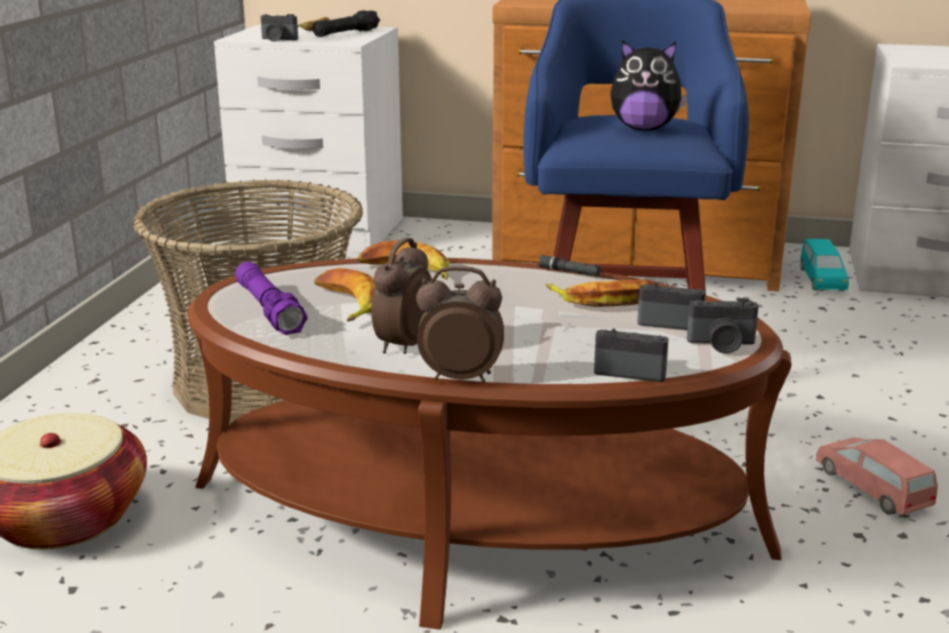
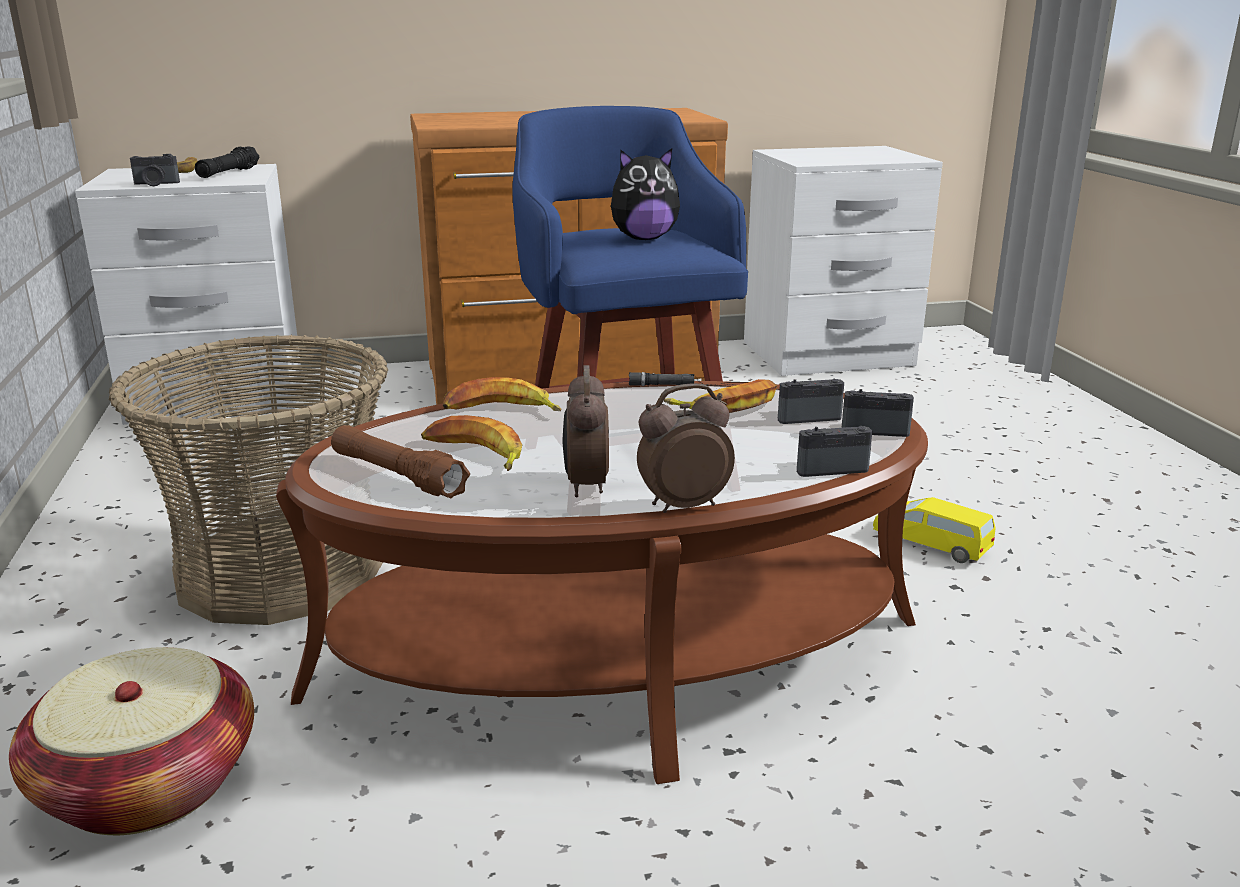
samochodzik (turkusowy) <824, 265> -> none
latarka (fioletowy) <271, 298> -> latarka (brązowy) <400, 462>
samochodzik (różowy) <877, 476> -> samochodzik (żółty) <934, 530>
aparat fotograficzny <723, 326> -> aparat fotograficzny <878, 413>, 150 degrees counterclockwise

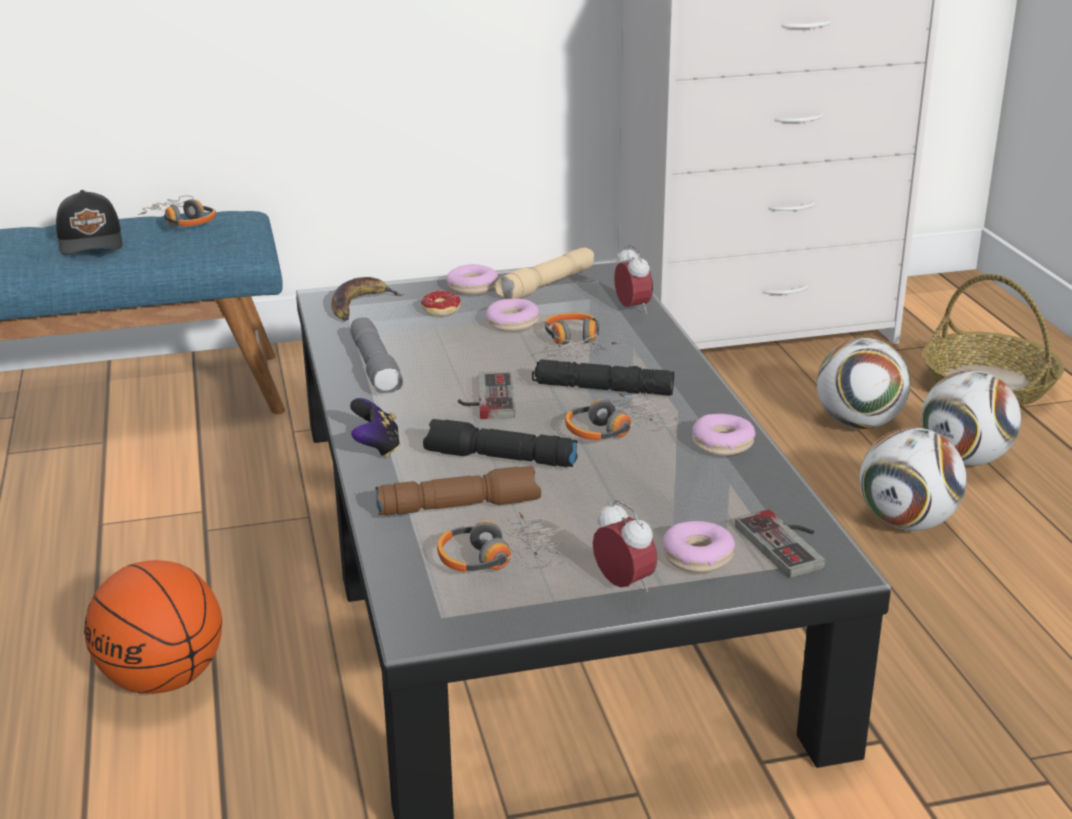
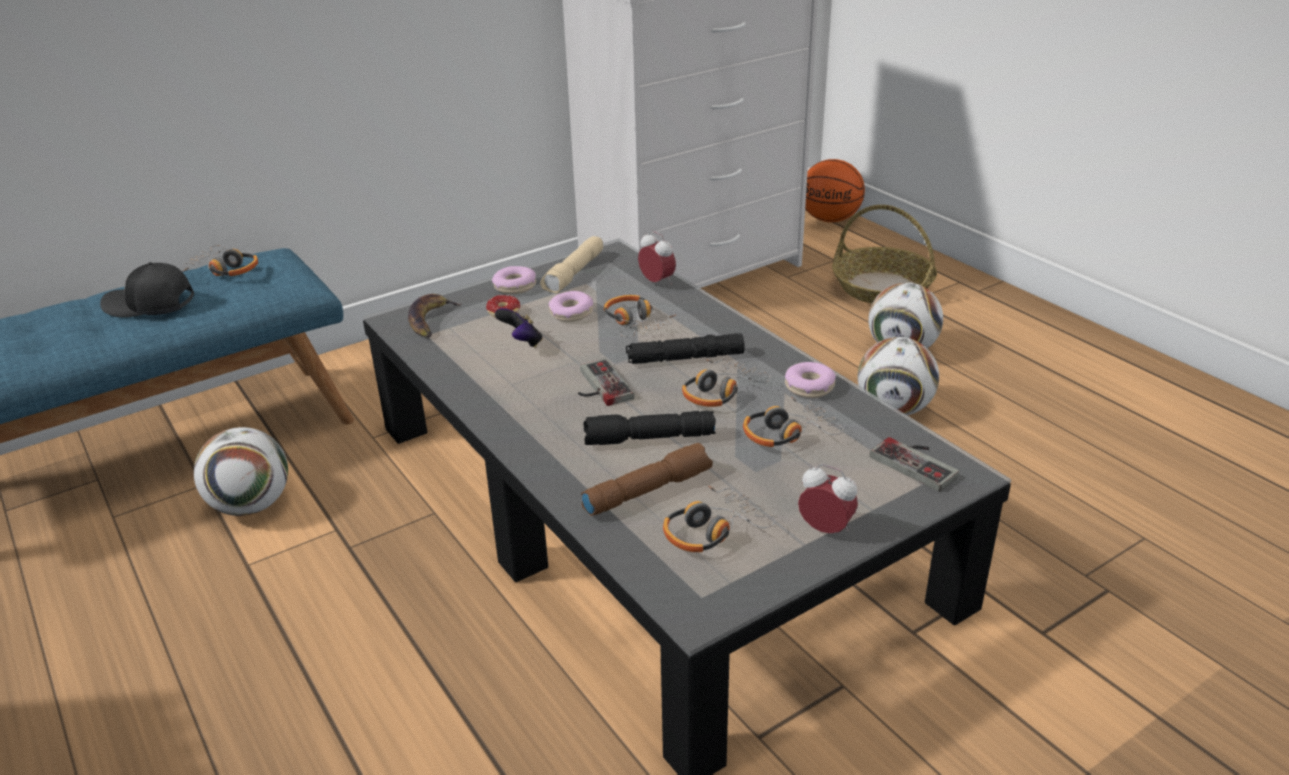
latarka (szary) <376, 355> -> none
donut <699, 547> -> none
none -> słuchawki <793, 422>
piłka do koszykówki <153, 627> -> piłka do koszykówki <835, 190>, moved
pad do gier <375, 428> -> pad do gier <519, 328>, moved
piłka futbolowa <863, 383> -> piłka futbolowa <241, 471>, moved
czapka z daszkiem (czarny) <89, 222> -> czapka z daszkiem (czarny) <147, 290>, 135 degrees clockwise

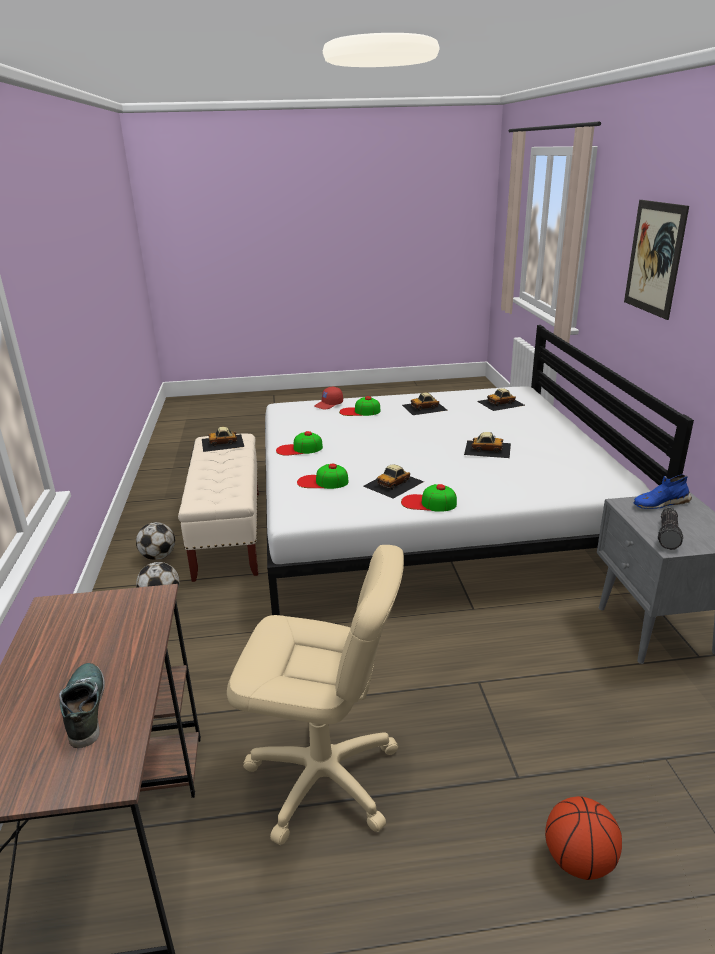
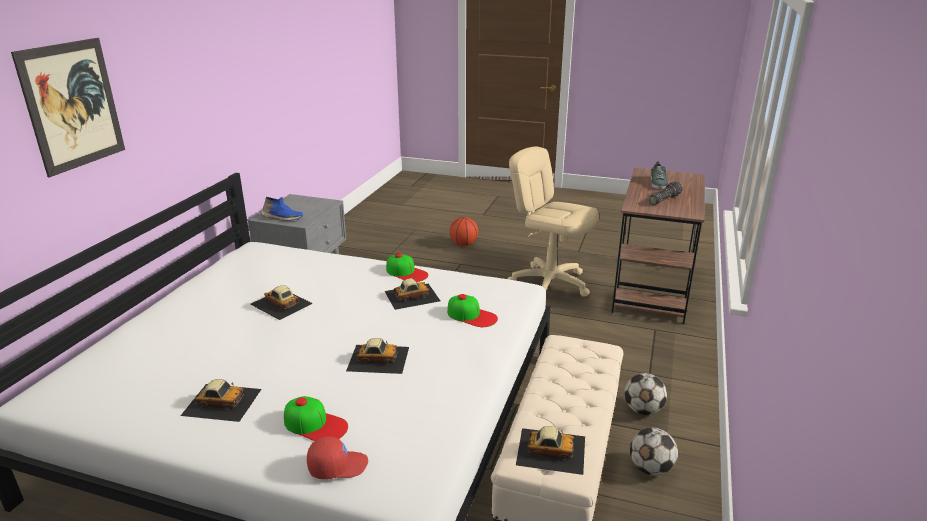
czapka z daszkiem <299, 443> -> none
samochodzik <501, 399> -> samochodzik <377, 356>, moved
latarka <670, 529> -> latarka <665, 193>, moved

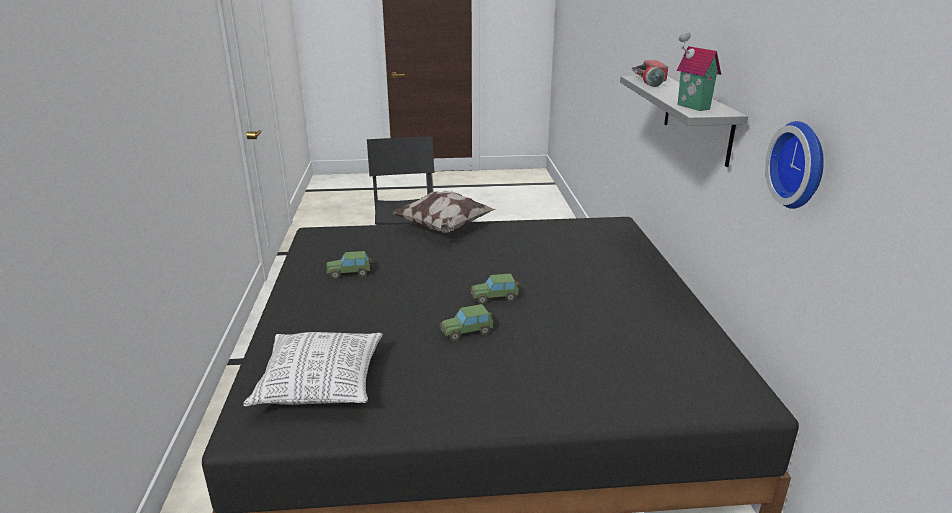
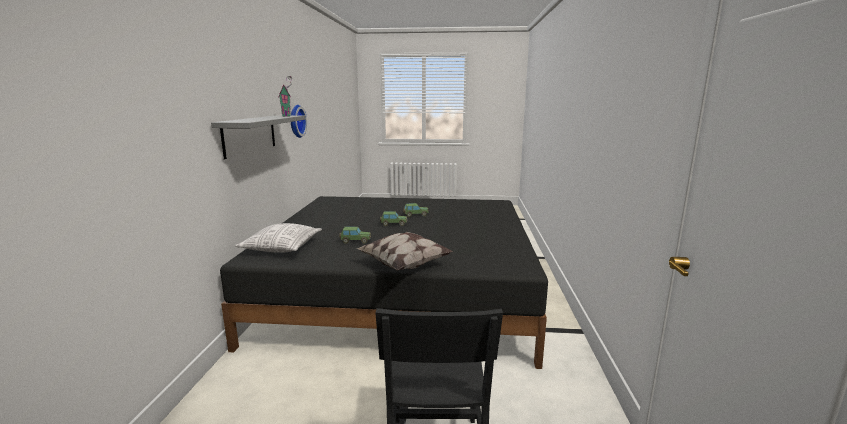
latarka <650, 73> -> none
poduszka <313, 369> -> poduszka <278, 238>, moved
samochodzik <349, 265> -> samochodzik <355, 235>, moved

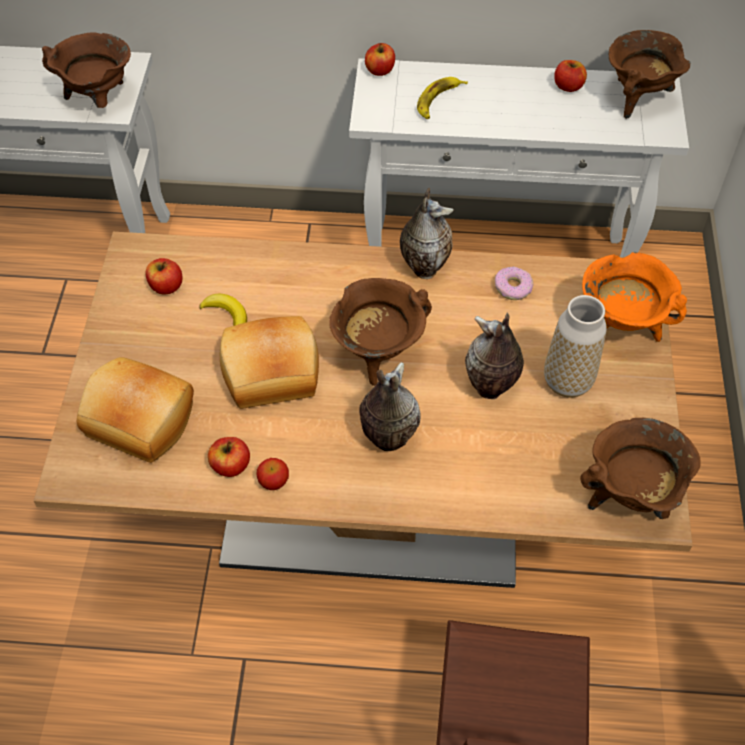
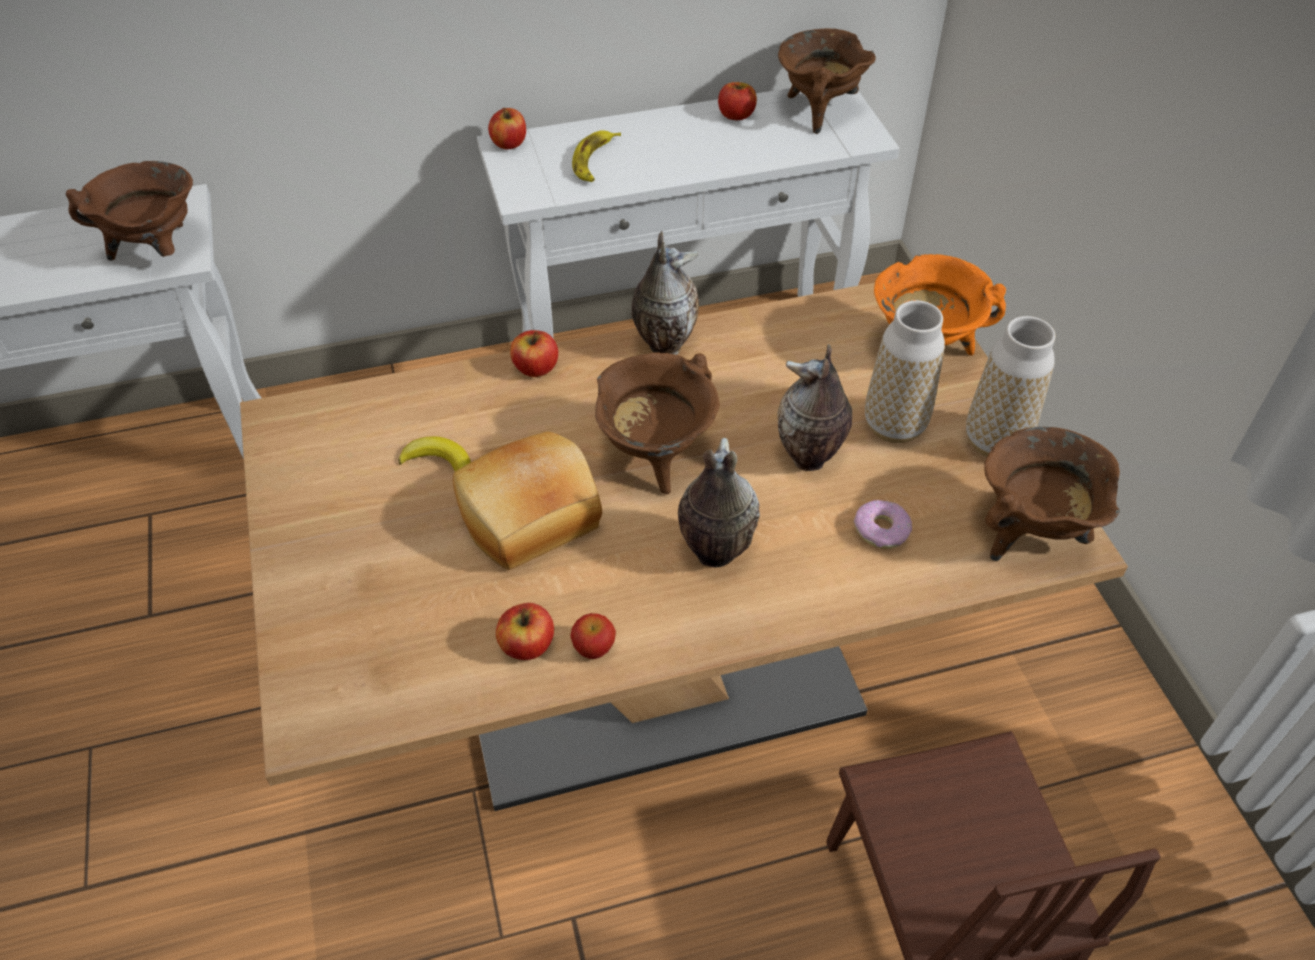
chleb <135, 410> -> none
none -> wazon <1010, 386>
jabłko <164, 276> -> jabłko <534, 353>, moved
donut <514, 283> -> donut <883, 524>, moved

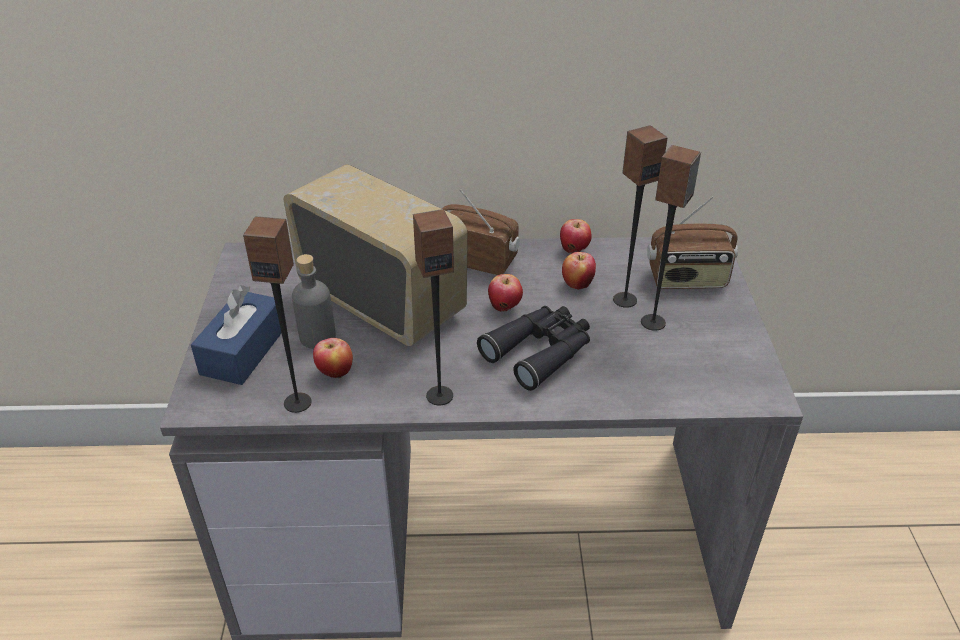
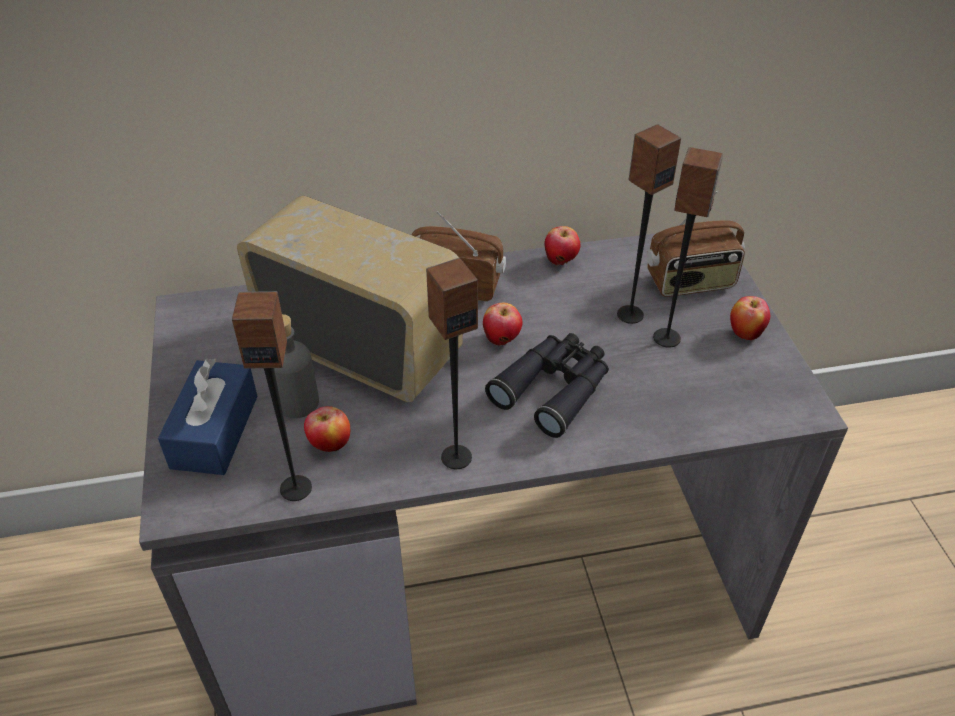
jabłko <579, 271> -> jabłko <750, 318>, moved

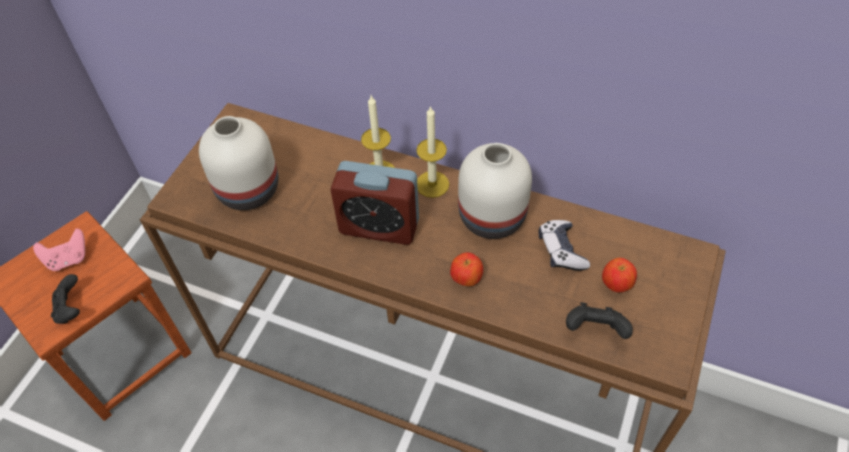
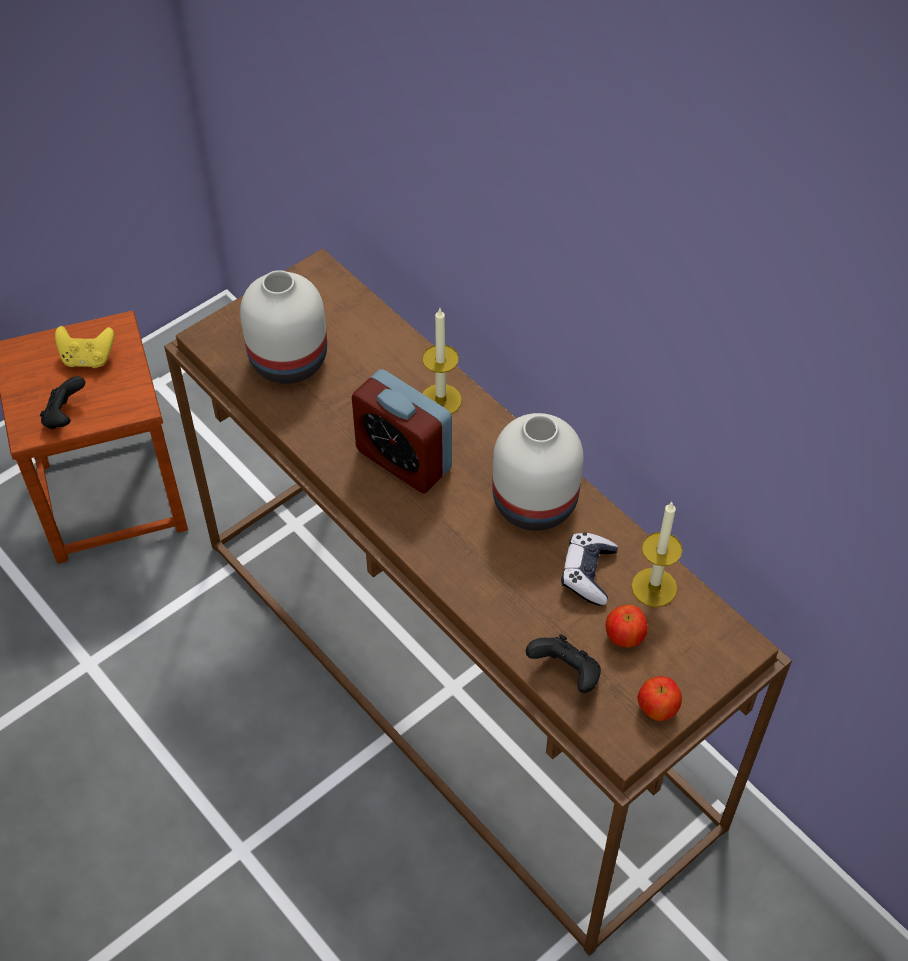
świeca <432, 152> -> świeca <657, 554>, moved
jabłko <466, 269> -> jabłko <659, 698>, moved
pad do gier (różowy) <59, 250> -> pad do gier (żółty) <84, 347>

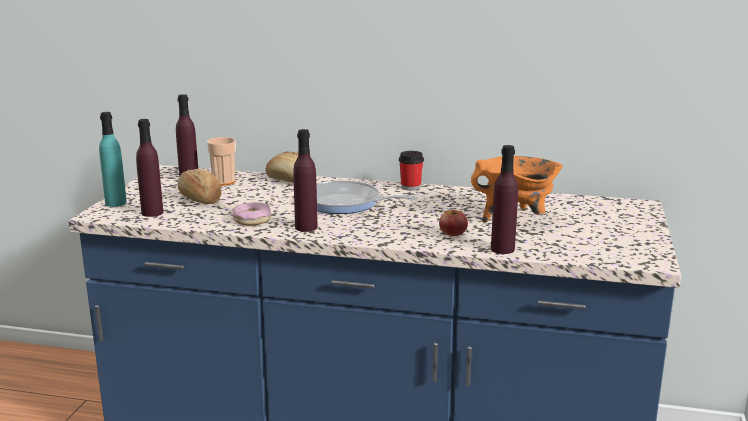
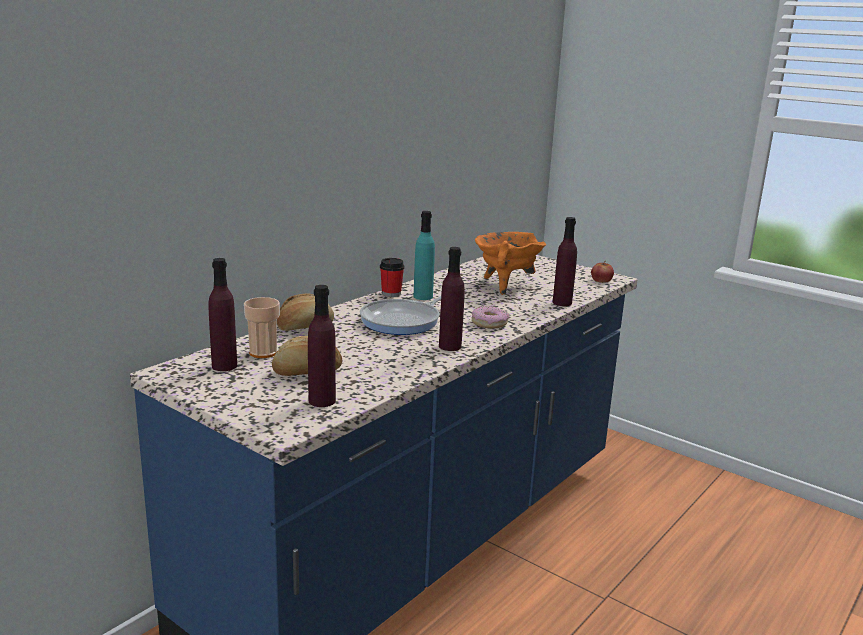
butelka (turkusowy) <113, 159> -> butelka (turkusowy) <424, 255>, moved
donut <251, 214> -> donut <490, 317>, moved
jabłko <453, 222> -> jabłko <602, 272>, moved

